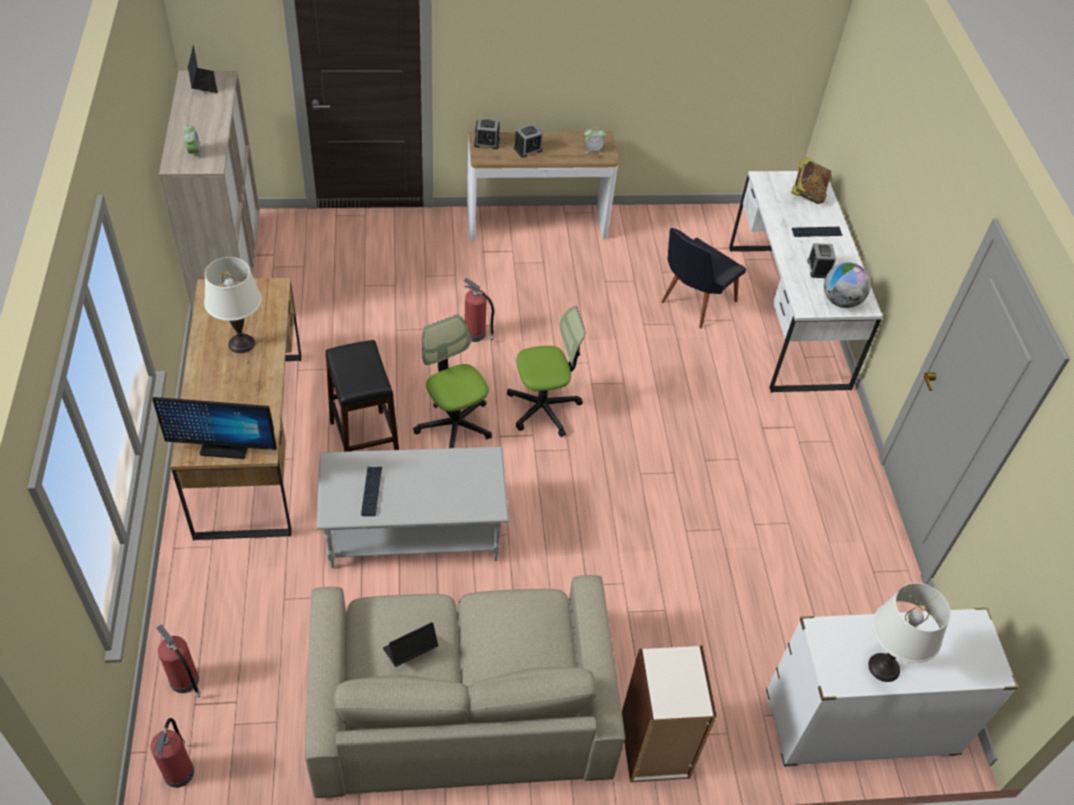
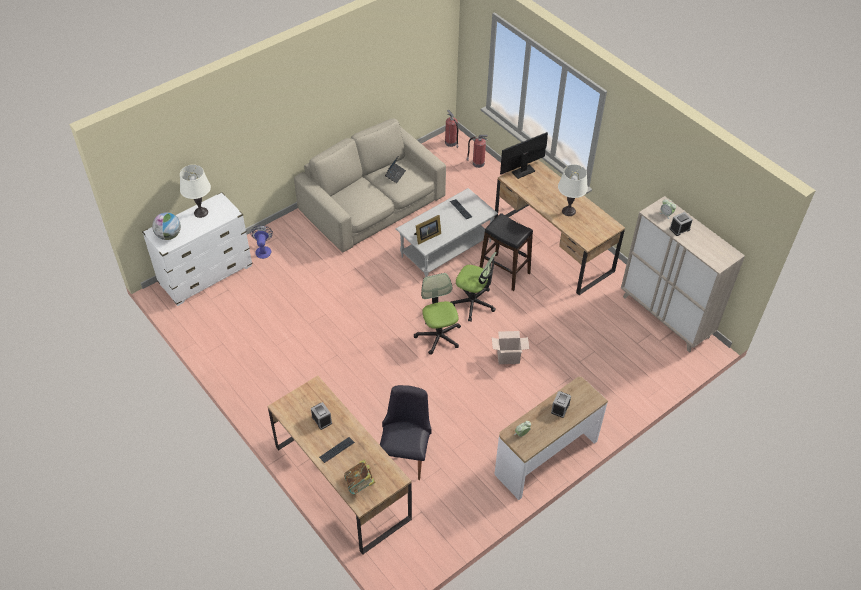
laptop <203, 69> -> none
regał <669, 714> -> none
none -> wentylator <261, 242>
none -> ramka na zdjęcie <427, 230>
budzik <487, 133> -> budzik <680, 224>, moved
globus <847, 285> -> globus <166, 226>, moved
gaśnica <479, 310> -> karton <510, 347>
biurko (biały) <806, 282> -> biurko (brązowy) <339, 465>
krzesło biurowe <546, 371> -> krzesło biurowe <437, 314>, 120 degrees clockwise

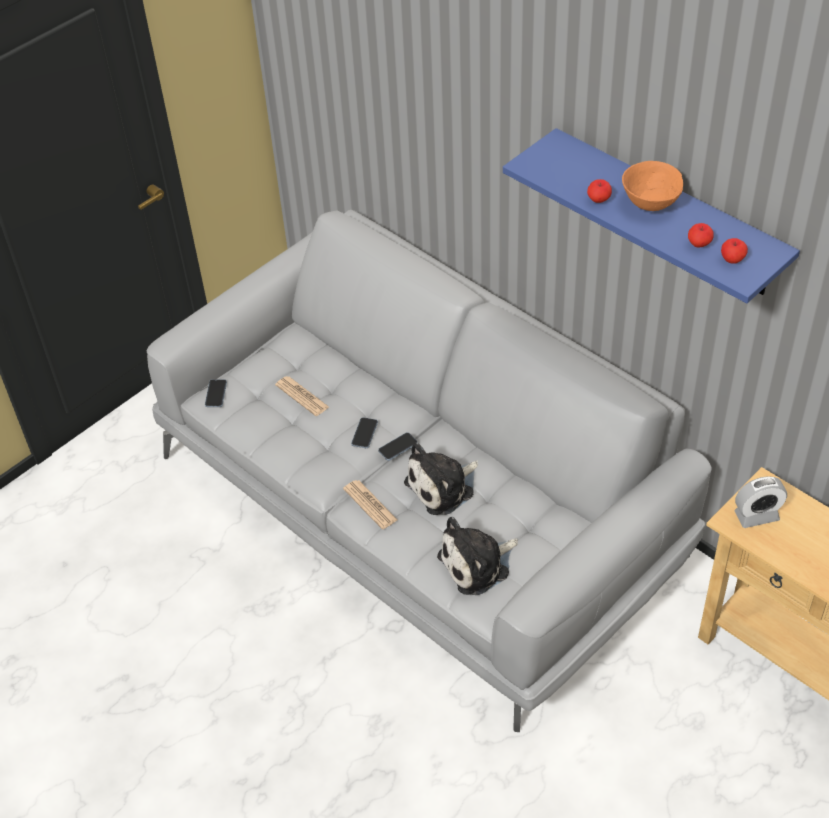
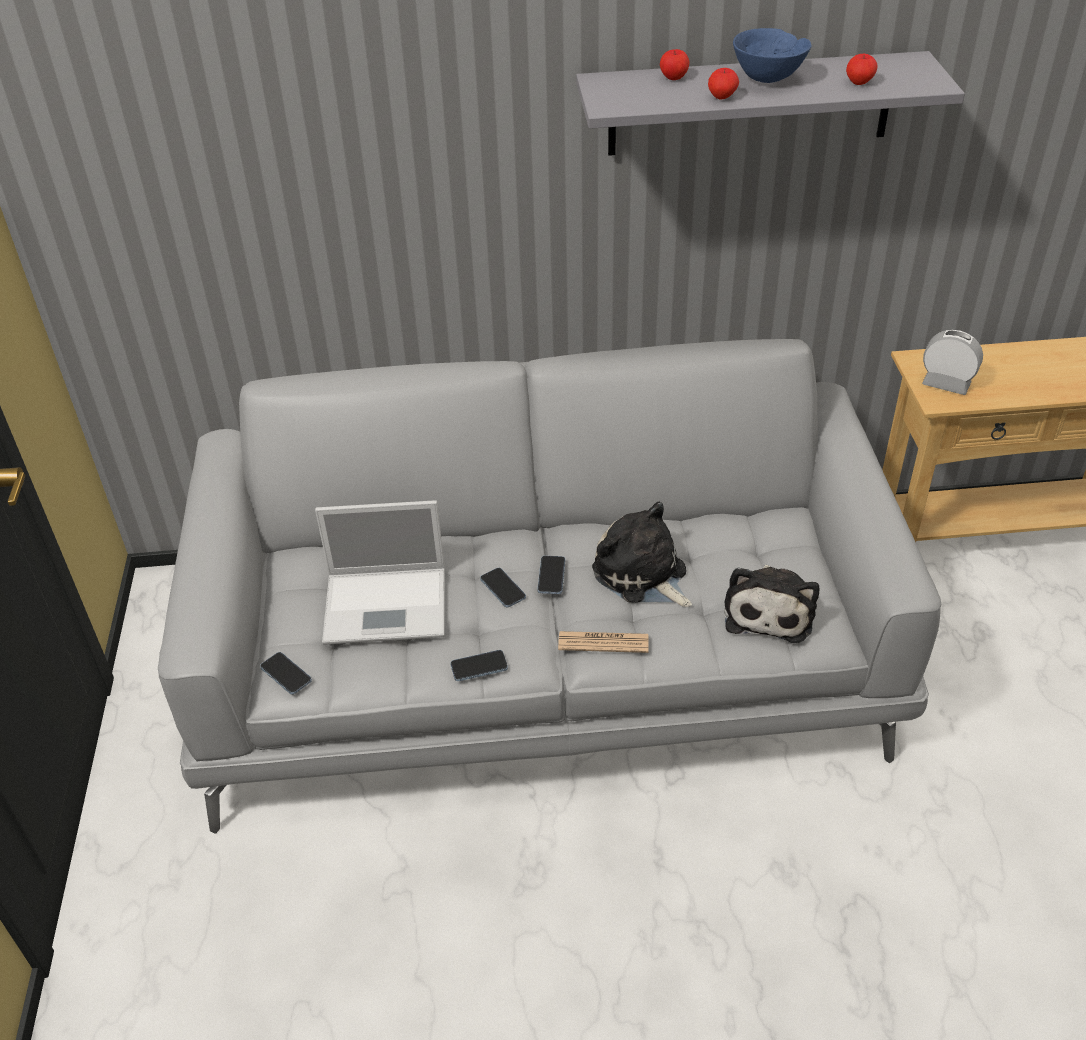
none -> telefon <479, 665>
jabłko <734, 251> -> jabłko <674, 64>, moved
gazeta <302, 396> -> laptop <380, 572>
półka (niebieski) <651, 215> -> półka (szary) <770, 103>
miska (pomarańczowy) <652, 186> -> miska (niebieski) <772, 55>
pluszak <441, 478> -> pluszak <642, 554>, 135 degrees clockwise
budzik <760, 502> -> budzik <952, 362>, 90 degrees counterclockwise

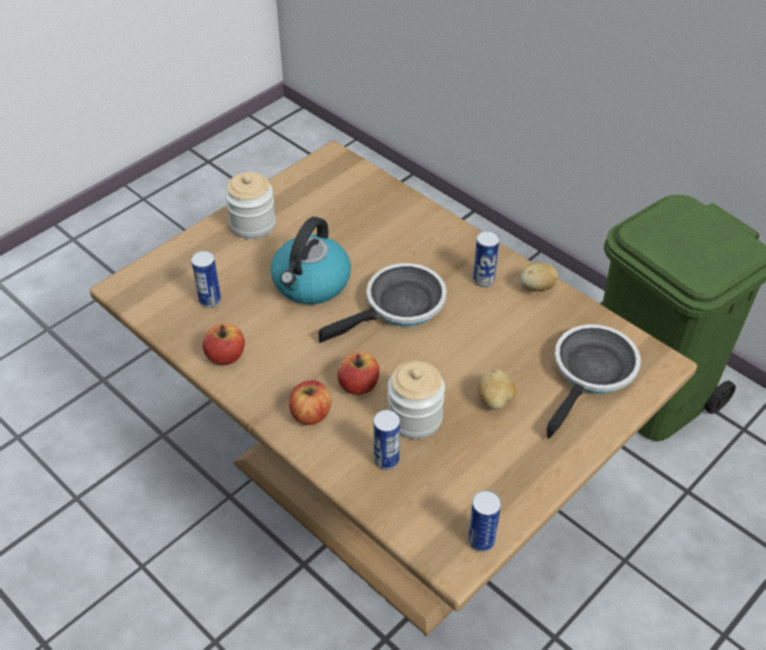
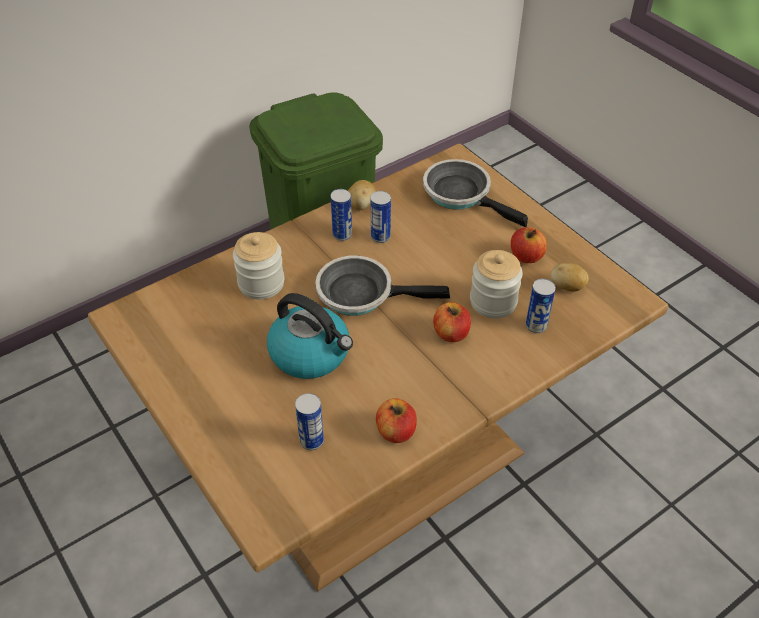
słoik <250, 205> -> słoik <258, 265>, moved
jabłko <310, 402> -> jabłko <529, 245>, moved
puszka <484, 521> -> puszka <381, 217>, moved
ziemniak <497, 389> -> ziemniak <570, 277>, moved
patelnia <383, 303> -> patelnia <382, 286>, 60 degrees counterclockwise

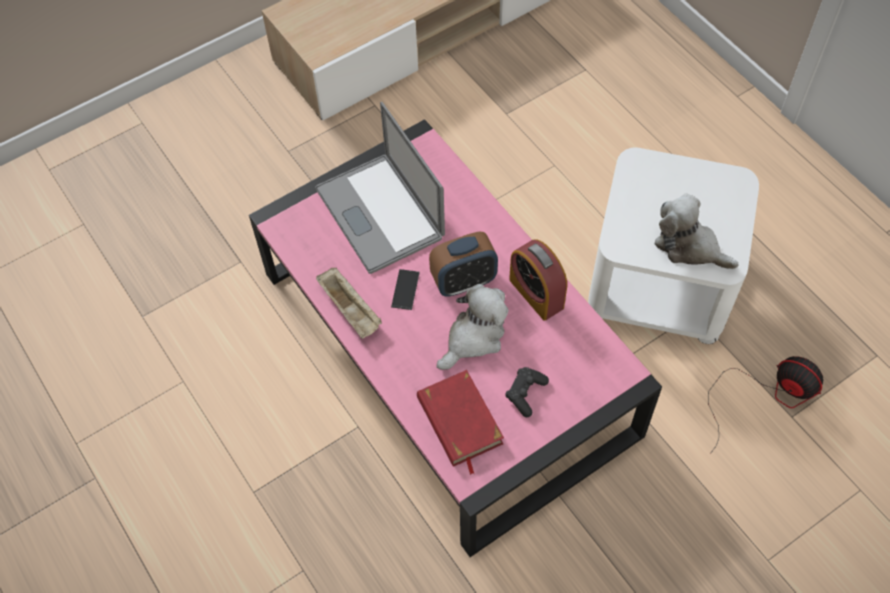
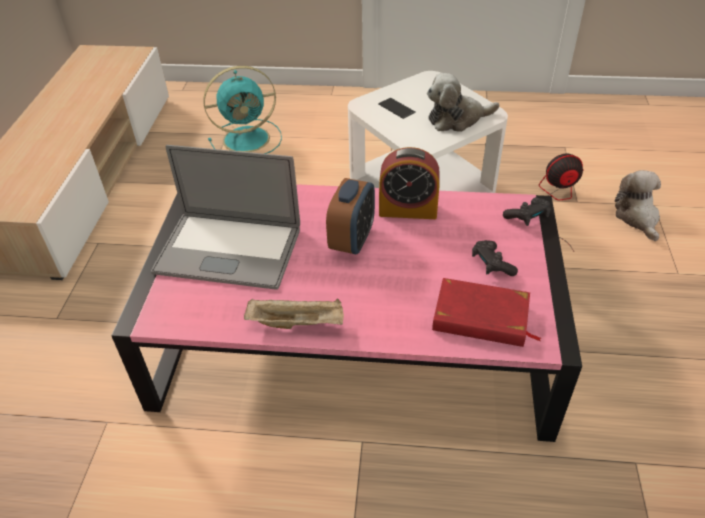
none -> wentylator (turkusowy) <242, 110>
none -> pad do gier (czarny) <527, 211>
telefon <405, 289> -> telefon <397, 108>, moved
pluszak <473, 327> -> pluszak <638, 205>, moved

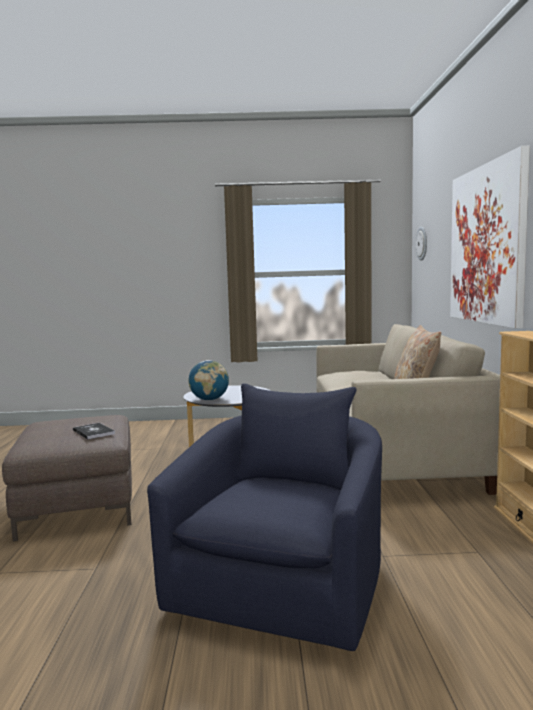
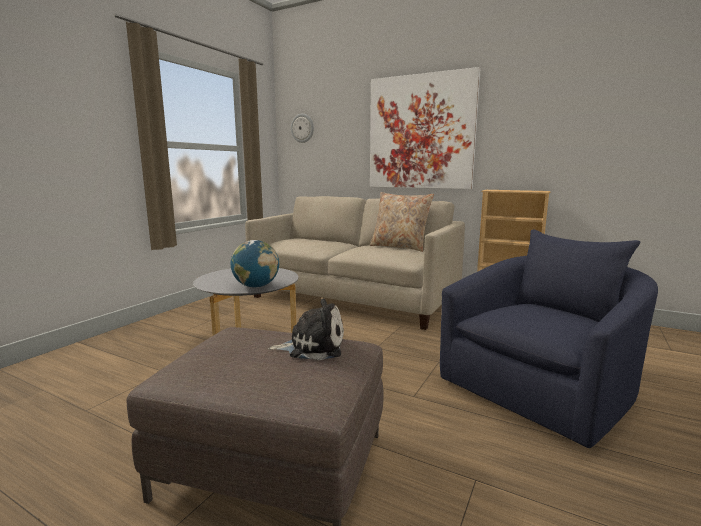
książka <94, 431> -> pluszak <306, 329>
fotel (niebieski) <264, 517> -> fotel (niebieski) <549, 338>, 90 degrees clockwise

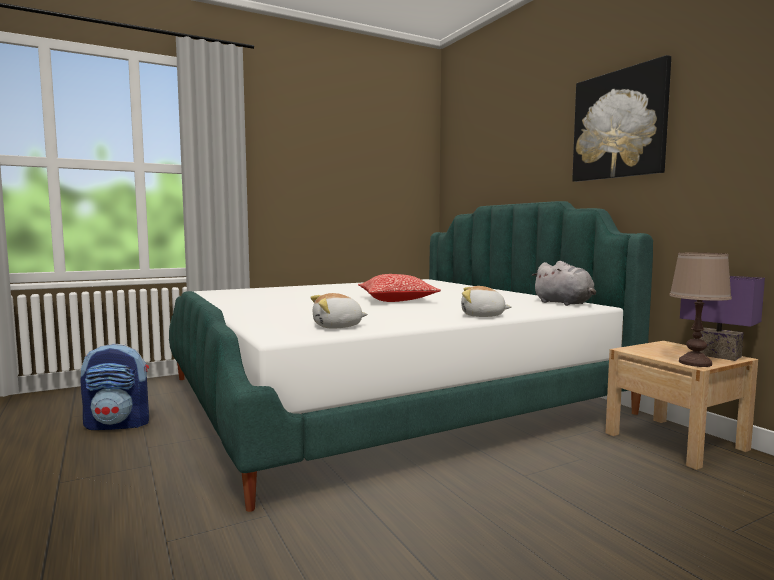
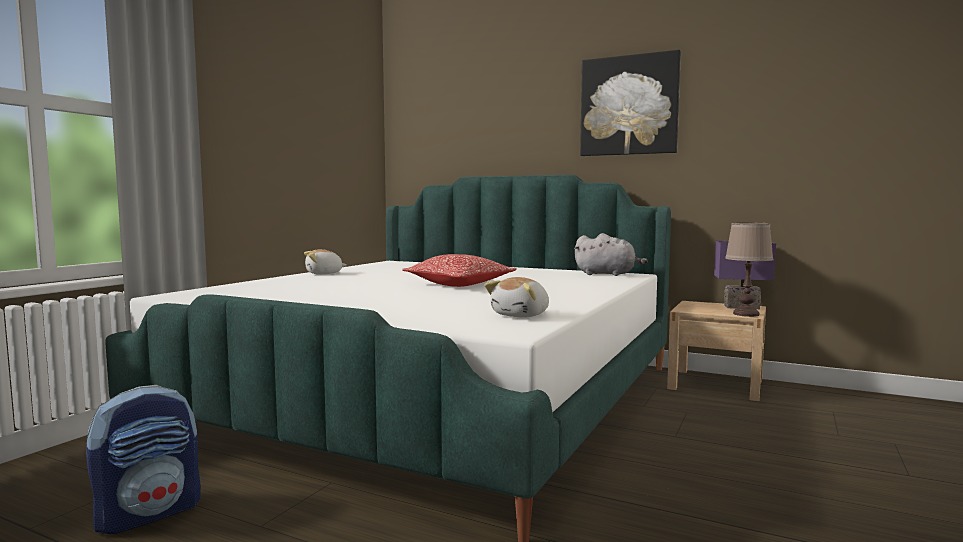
pluszak <486, 301> -> pluszak <325, 261>, moved

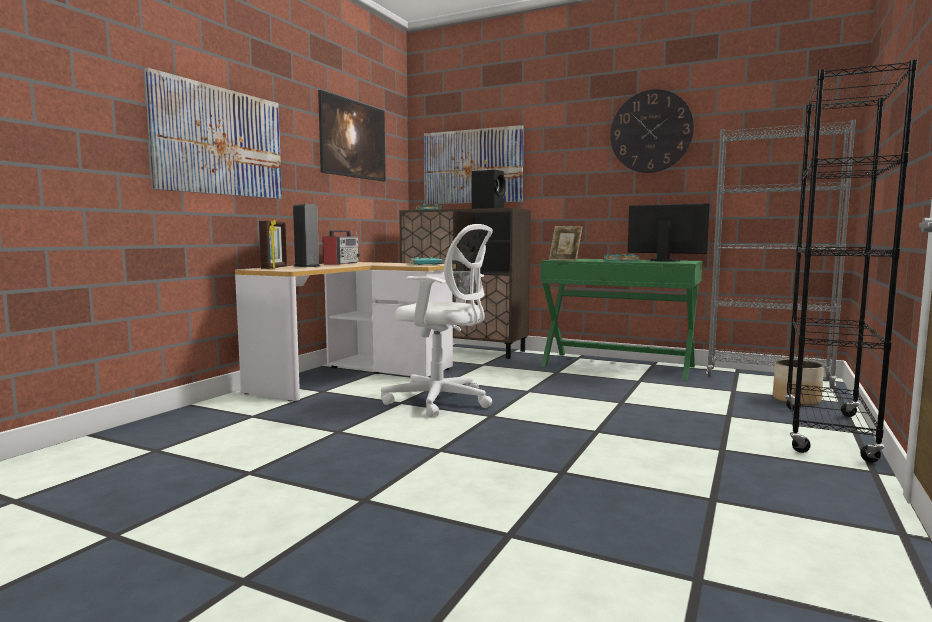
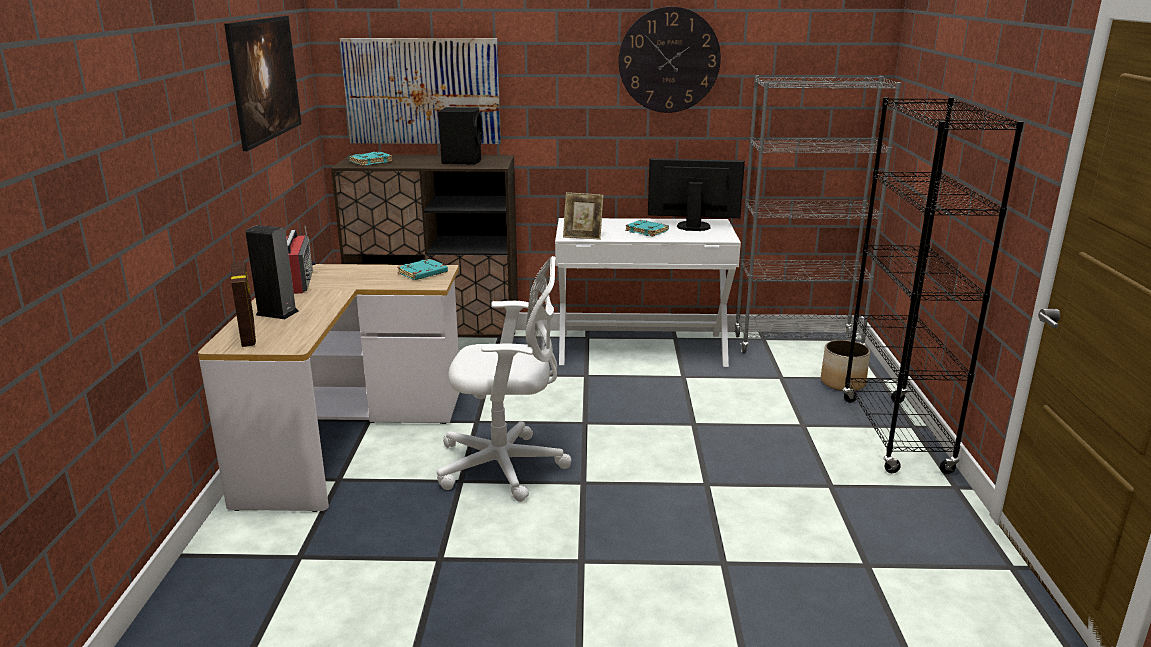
obraz <213, 133> -> none
biurko (zielony) <621, 320> -> biurko (biały) <648, 292>

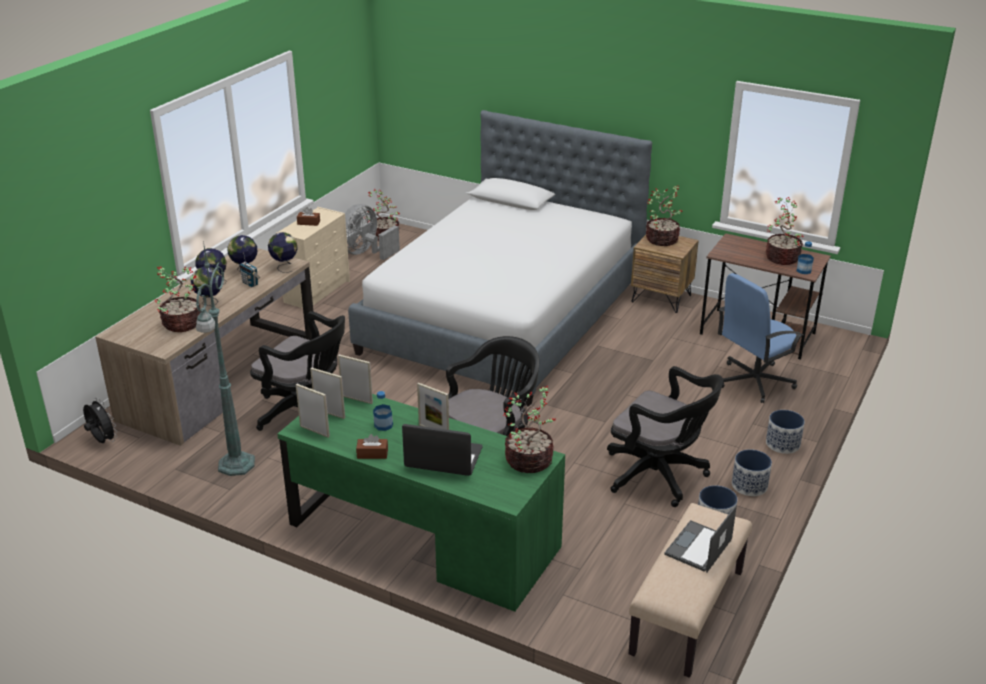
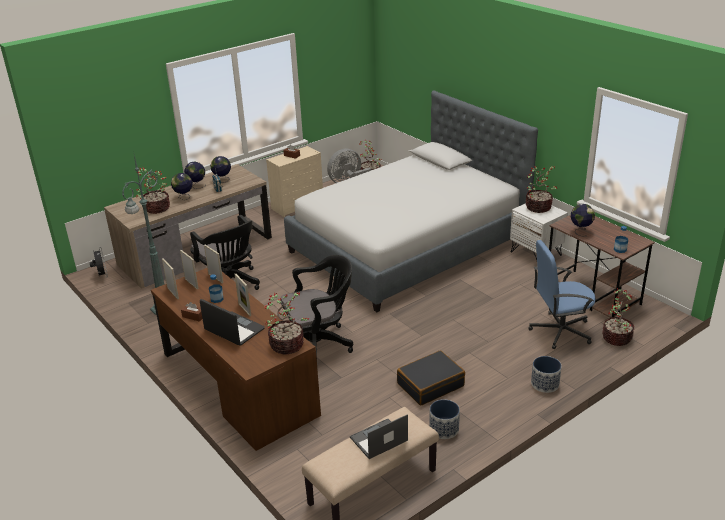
donica <752, 472> -> none
globus <283, 252> -> globus <583, 220>, moved
roślina doniczkowa <785, 231> -> roślina doniczkowa <618, 317>, moved
krzesło biurowe (czarny) <665, 436> -> walizka (czarny) <431, 377>
biurko (zielony) <421, 503> -> biurko (brązowy) <236, 359>
szafka nocna (brązowy) <665, 274> -> szafka nocna (biały) <539, 231>

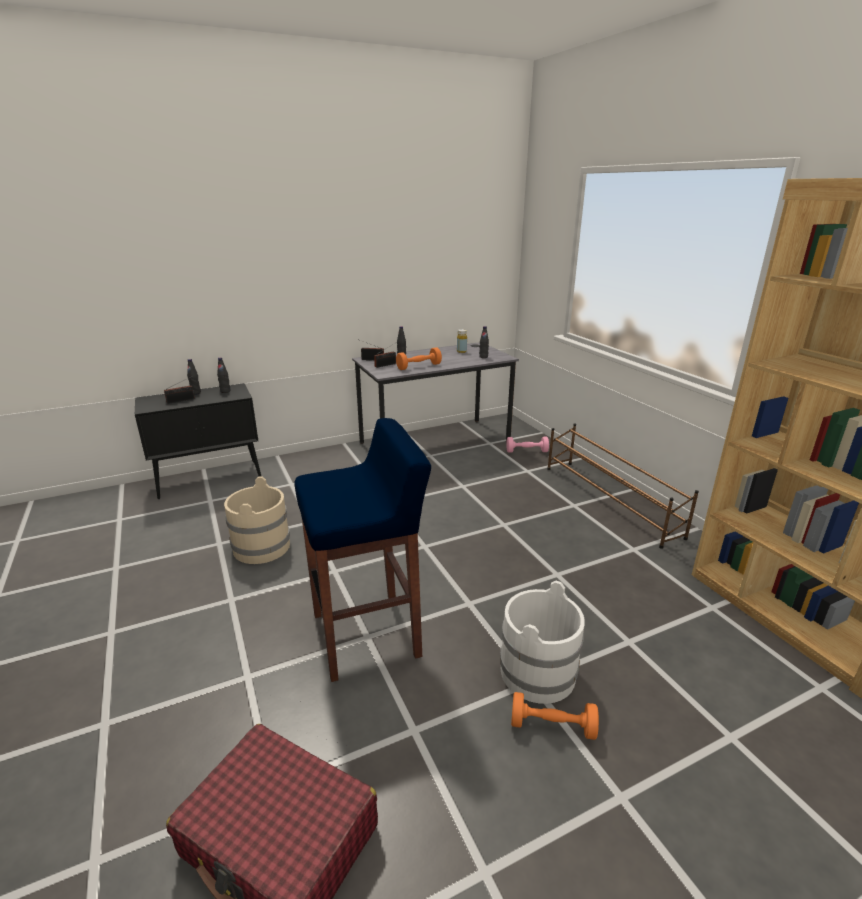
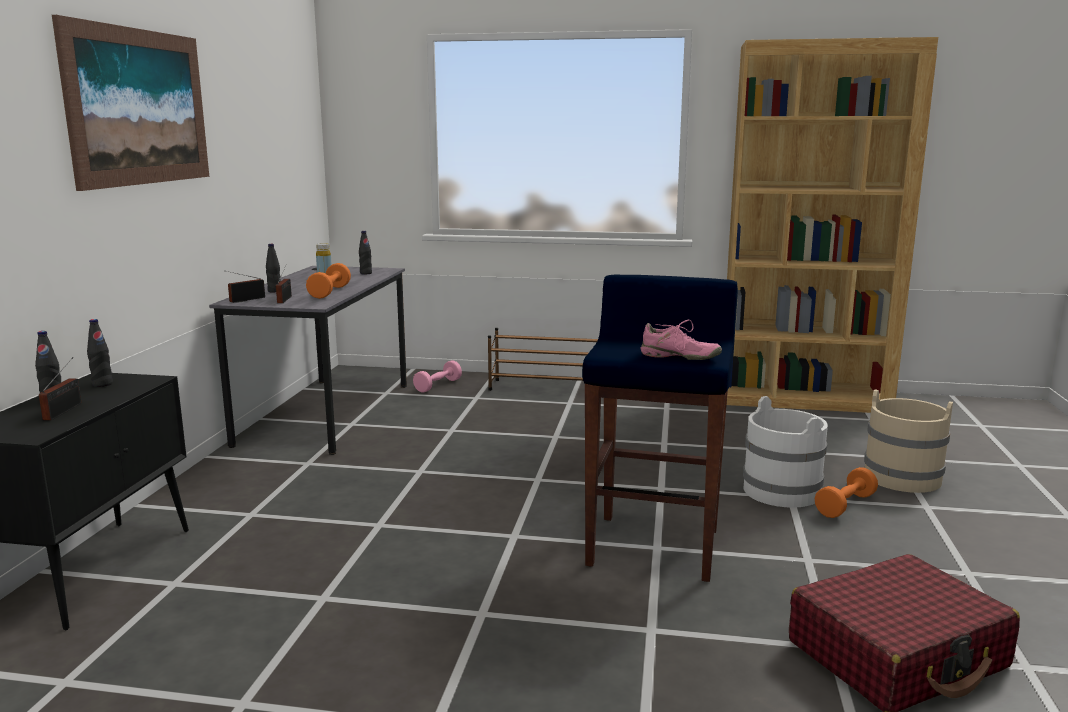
none -> obraz <130, 103>
none -> but (różowy) <681, 340>
wiadro (beżowy) <257, 520> -> wiadro (beżowy) <908, 441>, moved

